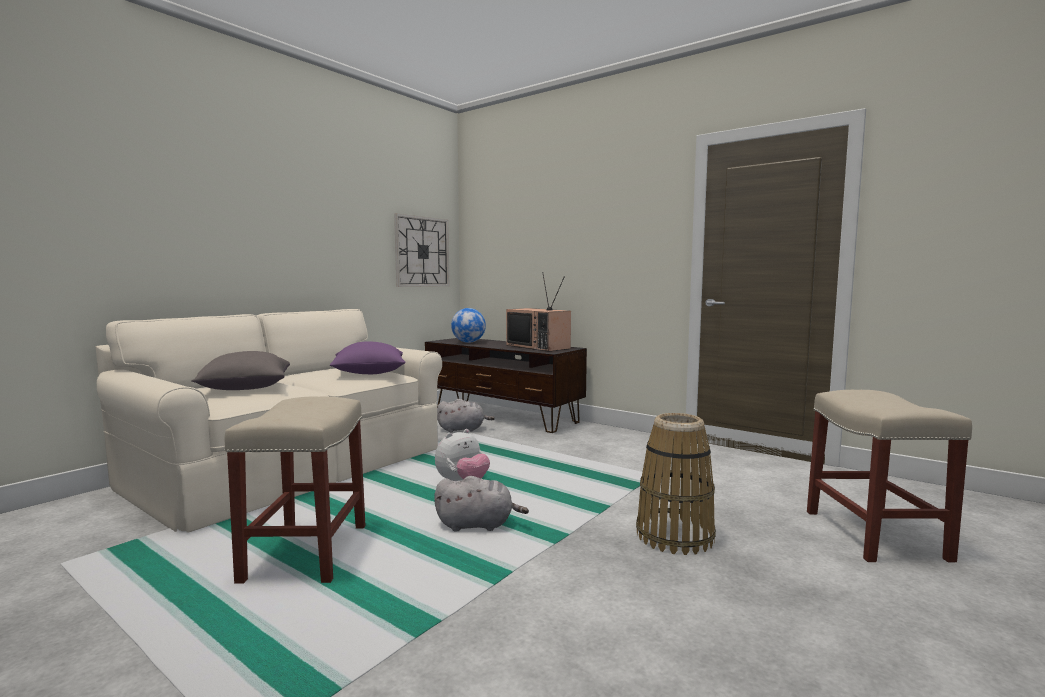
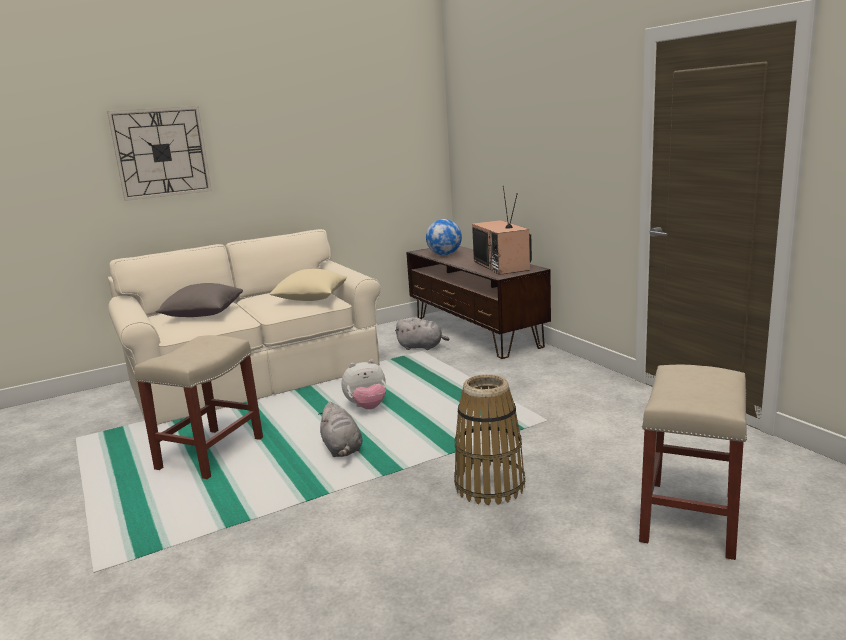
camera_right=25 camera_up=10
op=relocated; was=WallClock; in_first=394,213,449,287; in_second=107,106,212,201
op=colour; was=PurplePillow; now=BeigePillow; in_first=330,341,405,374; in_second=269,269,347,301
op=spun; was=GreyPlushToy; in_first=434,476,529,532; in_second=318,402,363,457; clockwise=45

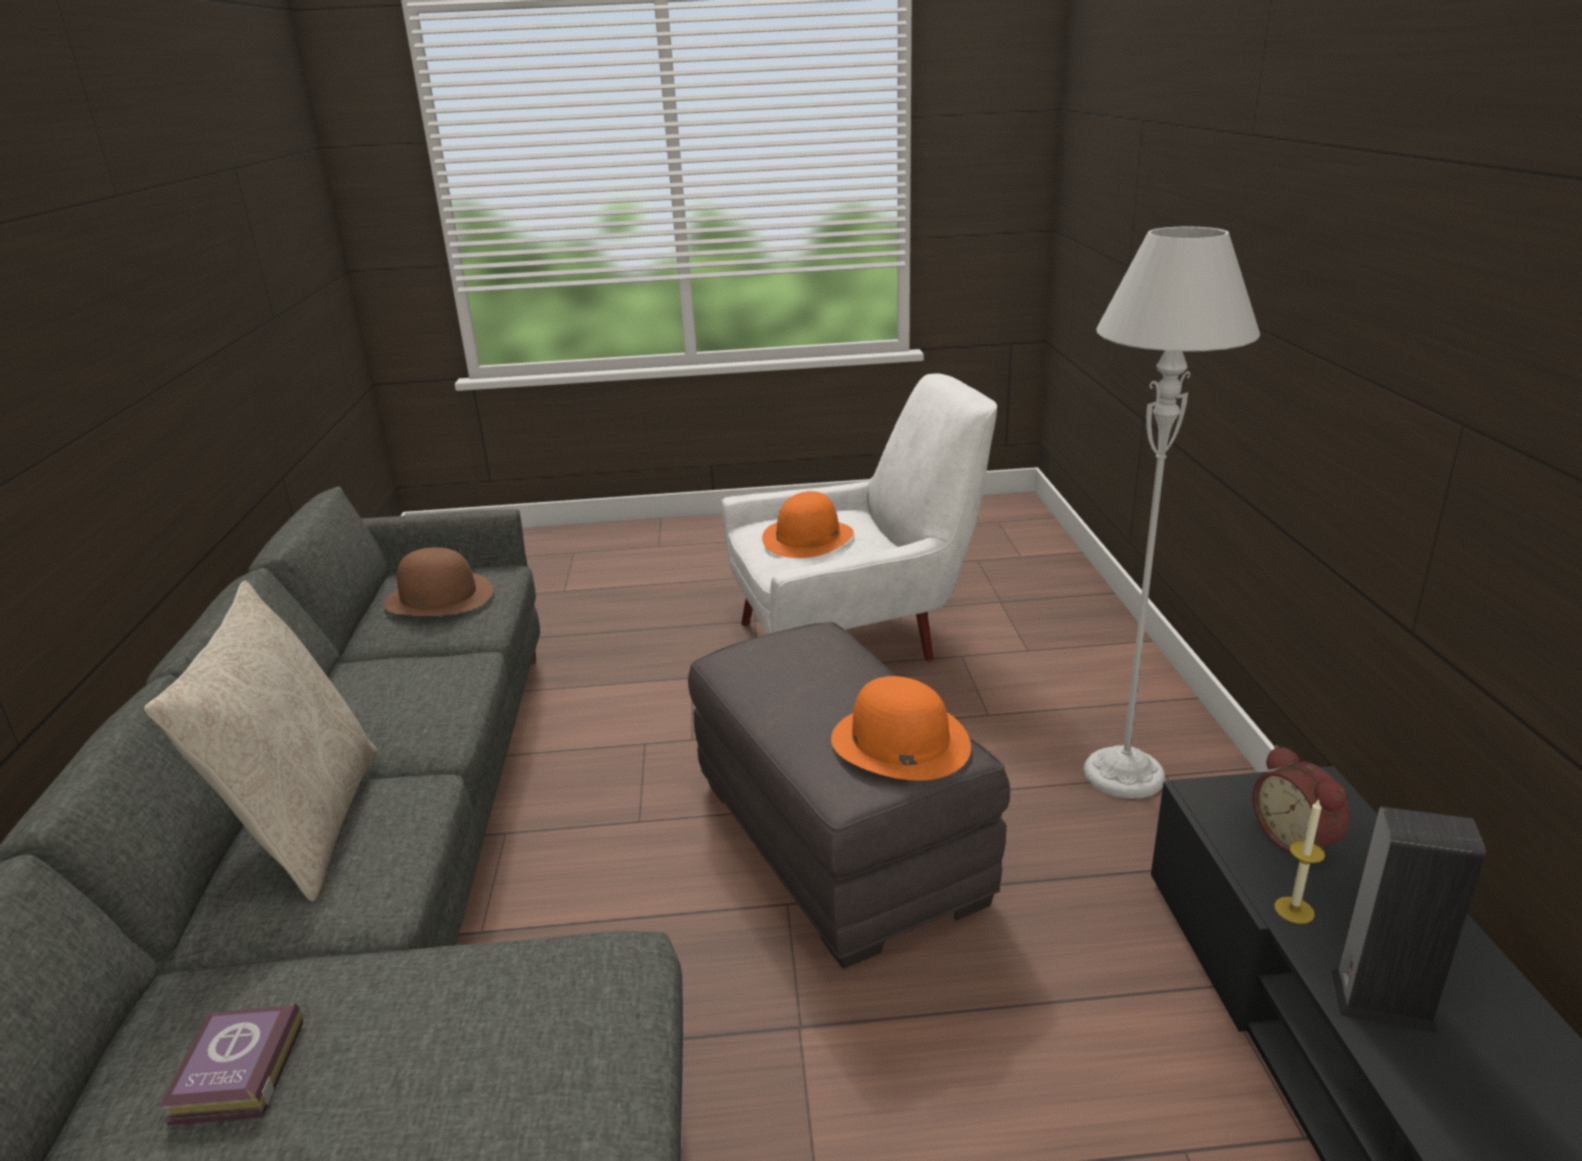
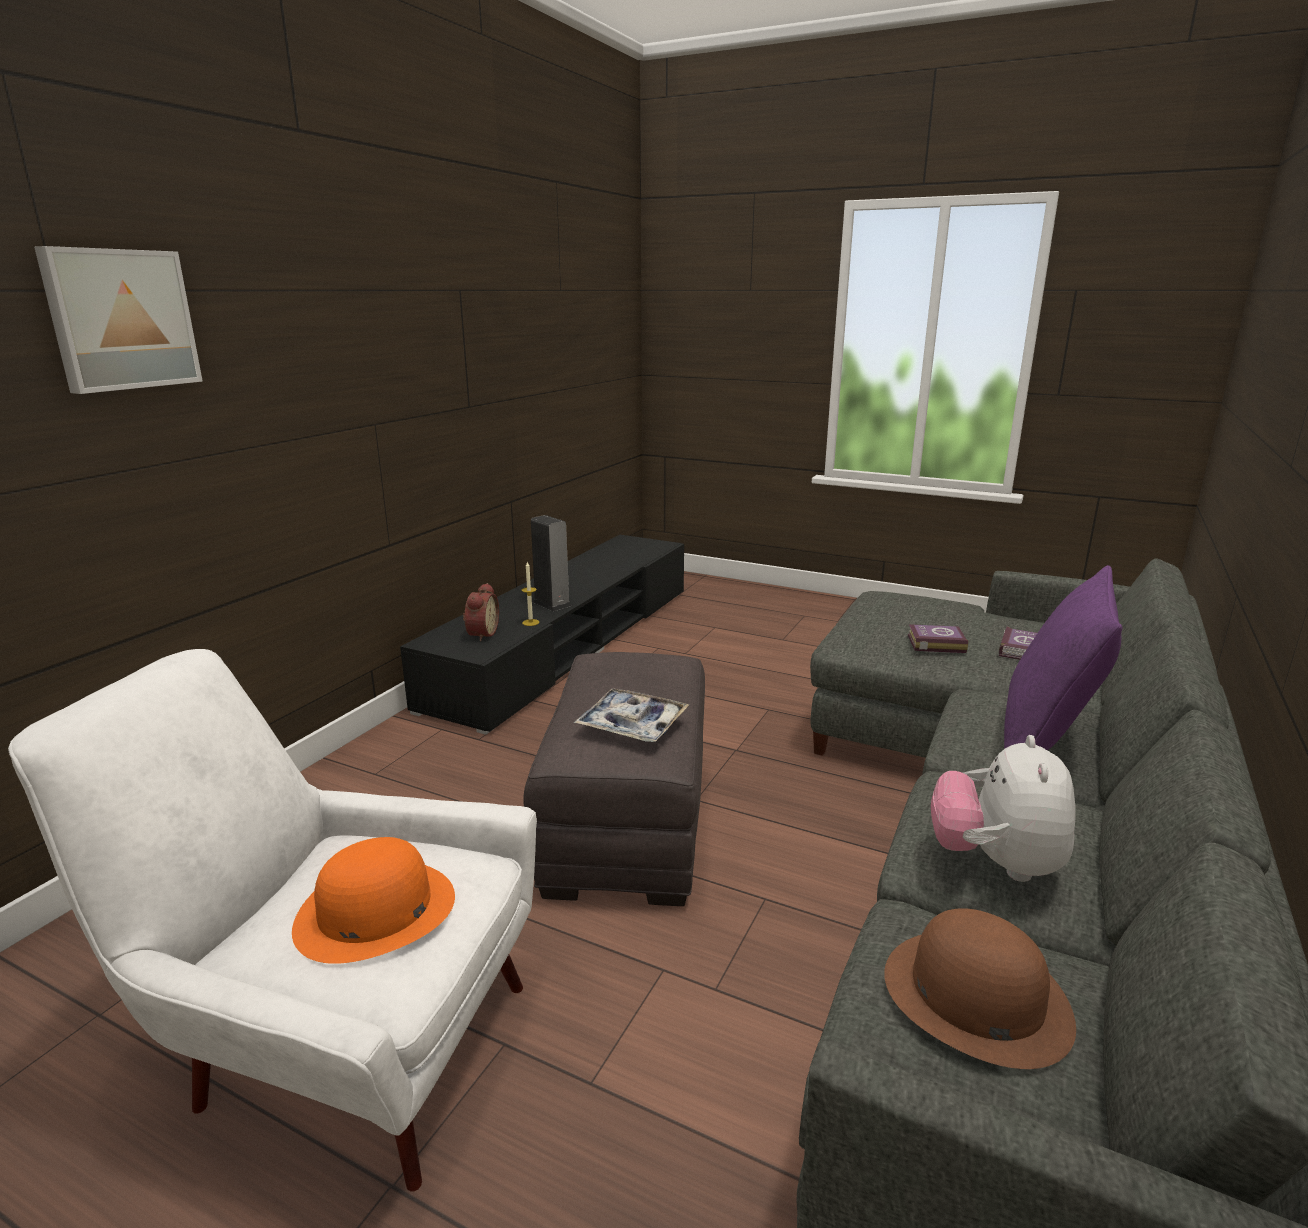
camera_right=-150 camera_up=-5
op=missing; was=OrangeHat; in_first=831,676,971,781
op=missing; was=GreyFloorLamp; in_first=1083,227,1260,799
op=appeared; now=Picture; in_second=34,246,203,394
op=appeared; now=Tray; in_second=574,689,689,742
op=appeared; now=Book; in_second=908,625,968,653
op=appeared; now=PlushToy; in_second=931,735,1076,882
op=colour; was=BeigePillow; now=PurplePillow; in_first=144,581,378,901; in_second=1004,565,1122,751

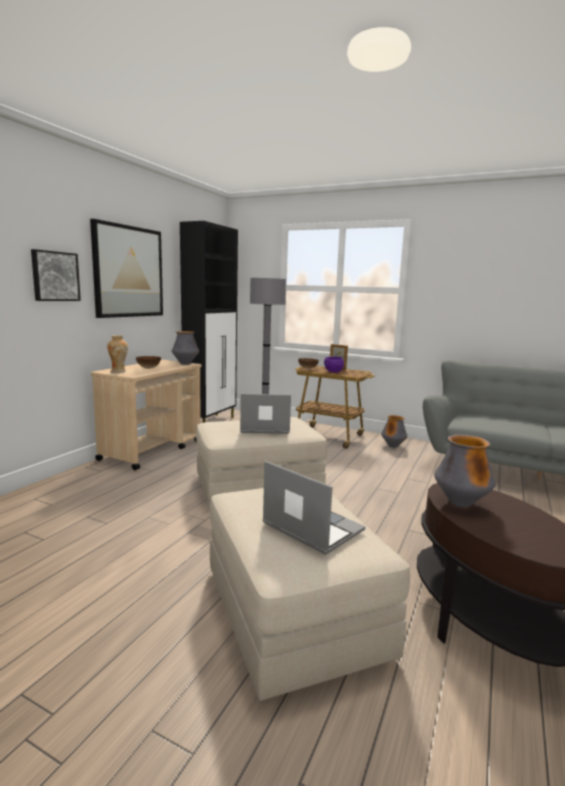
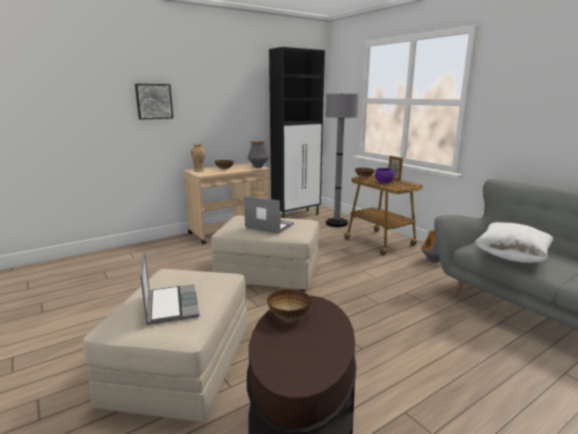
camera_right=30 camera_up=5
op=missing; was=Picture; in_first=90,219,163,318
op=appeared; now=WhitePillow; in_second=474,222,554,263
op=exchanged; was=Vase; now=Bowl; in_first=434,434,495,508; in_second=267,289,311,320

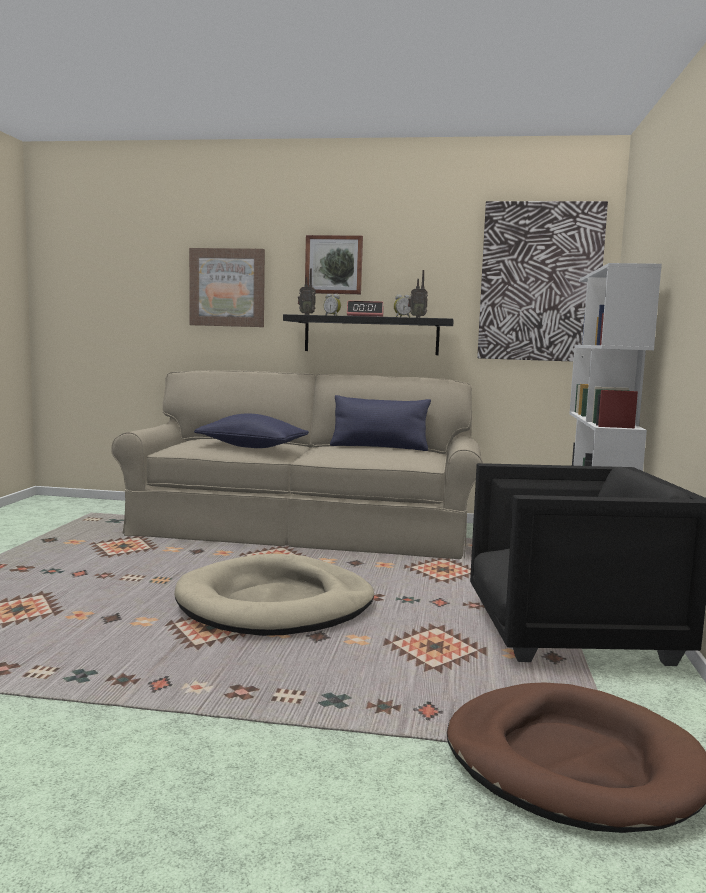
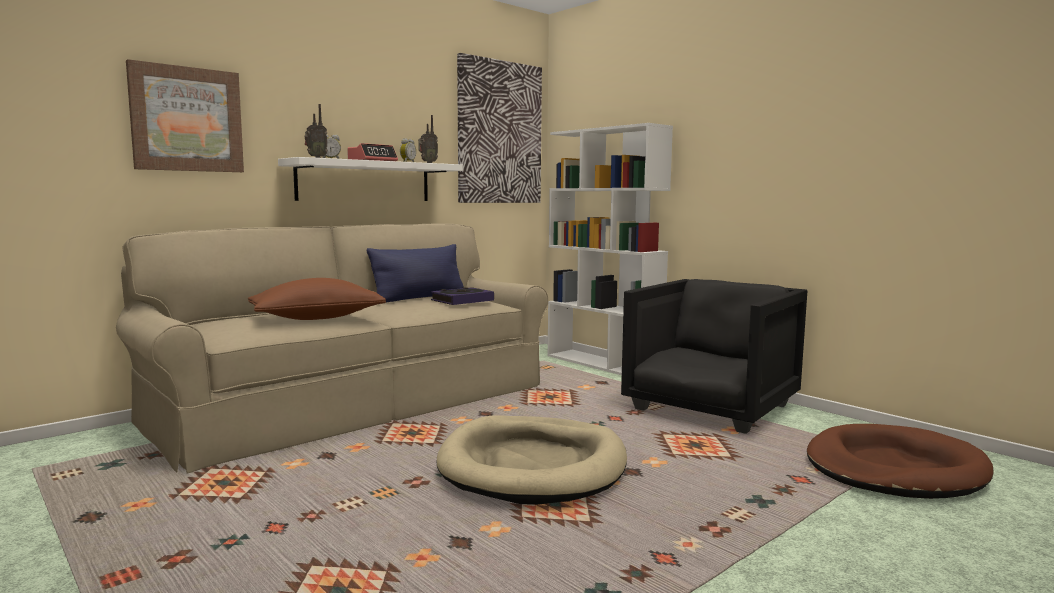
camera_right=-50 camera_up=0
op=missing; was=Picture; in_first=305,235,363,294
op=appeared; now=Book; in_second=431,287,494,305
op=colour; was=BluePillow; now=BrownPillow; in_first=194,413,309,448; in_second=248,278,386,320
op=colour; was=BlackShelf; now=WhiteShelf; in_first=283,314,454,355; in_second=278,157,463,201

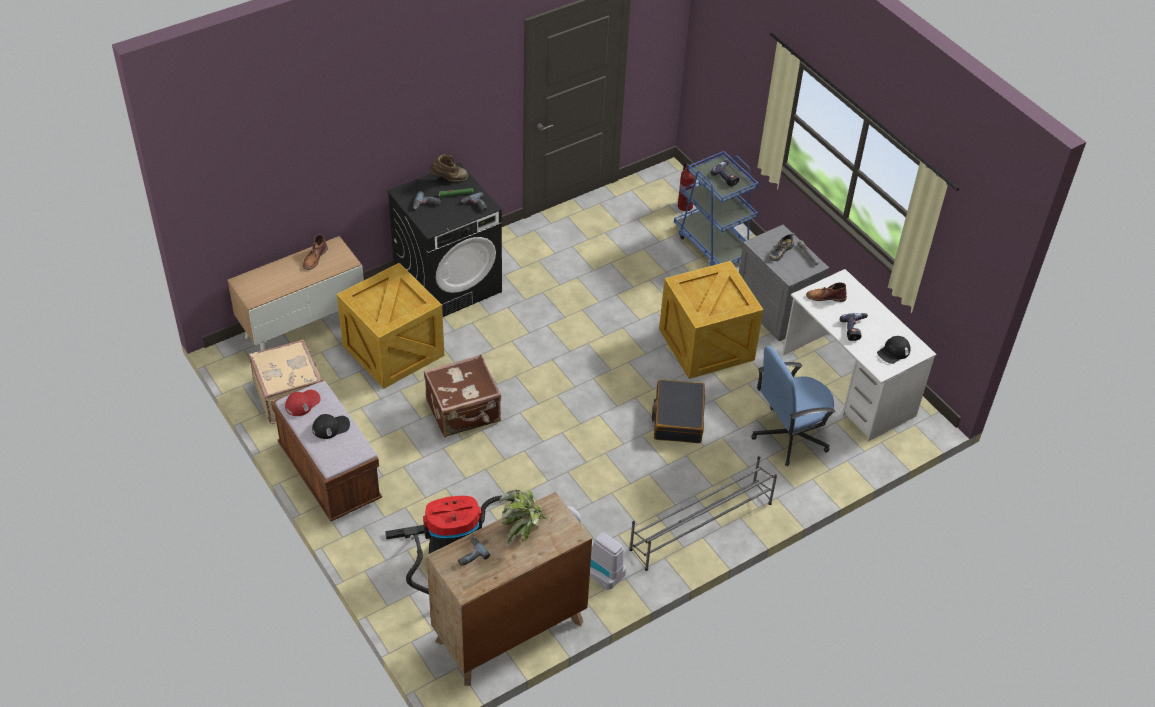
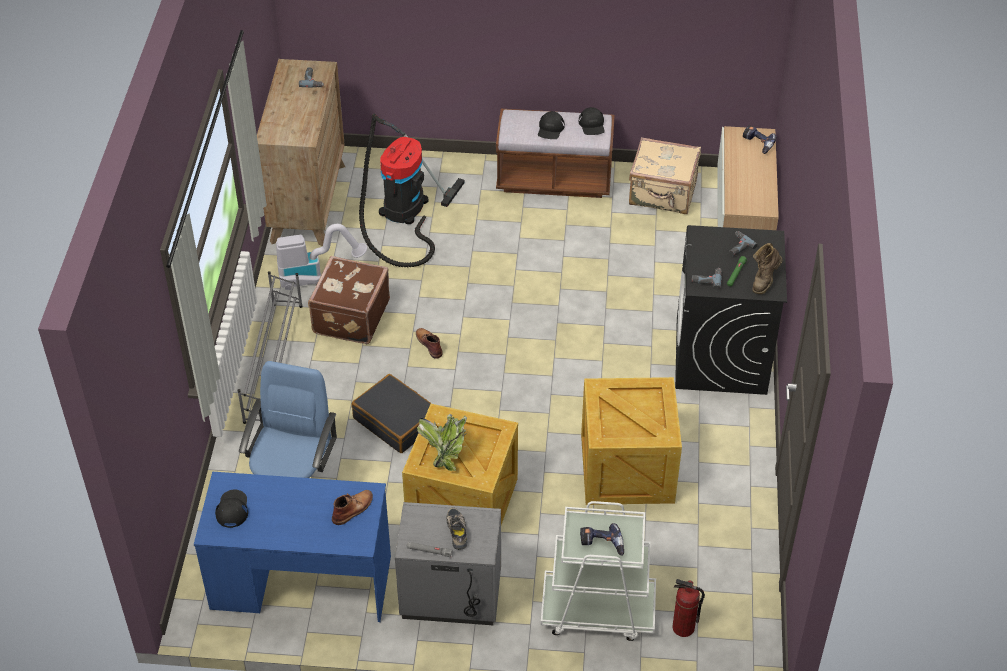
camera_right=130 camera_up=0
op=relocated; was=BrownBoot; in_first=303,234,328,270; in_second=416,328,443,359
op=relocated; was=Crate; in_first=337,263,444,389; in_second=581,377,682,505
op=relocated; was=BrownSuitcase; in_first=424,355,501,437; in_second=308,256,390,344
op=relocated; was=PottedPlant; in_first=499,490,548,544; in_second=417,414,467,471
op=relocated; was=PowerDrill; in_first=840,313,868,341; in_second=743,125,777,154
op=colour; was=RedCap; now=BlackCap; in_first=285,390,321,416; in_second=579,107,605,135
op=colour; was=BlueCart; now=WhiteCart; in_first=674,151,758,266; in_second=541,501,656,641
op=colour; was=WhiteDesk; now=BlueDesk; in_first=782,269,936,442; in_second=194,472,391,622

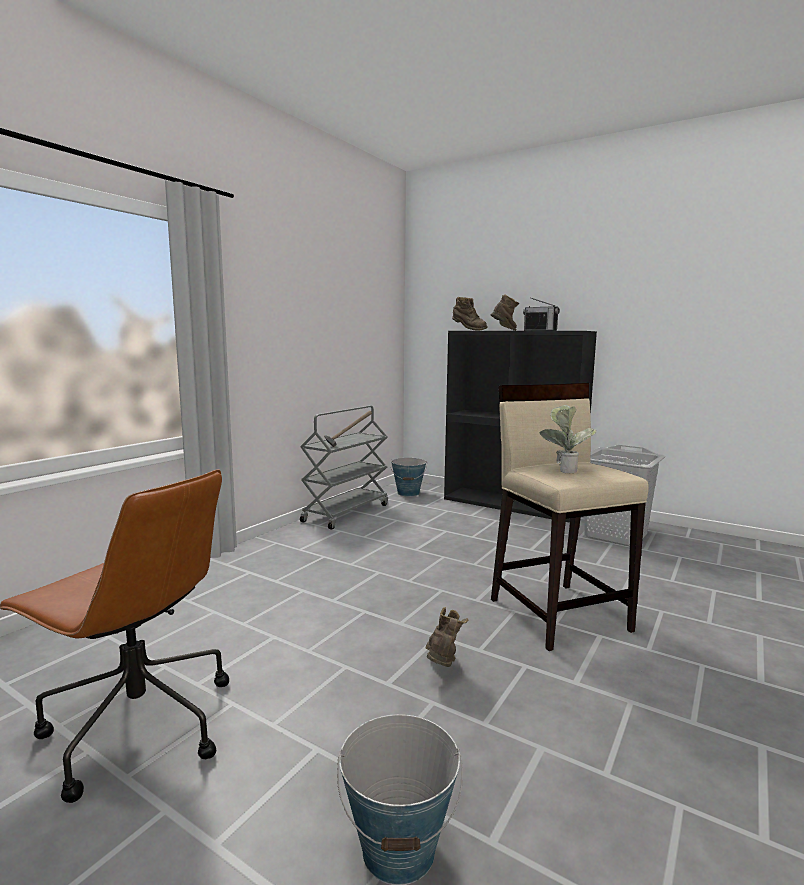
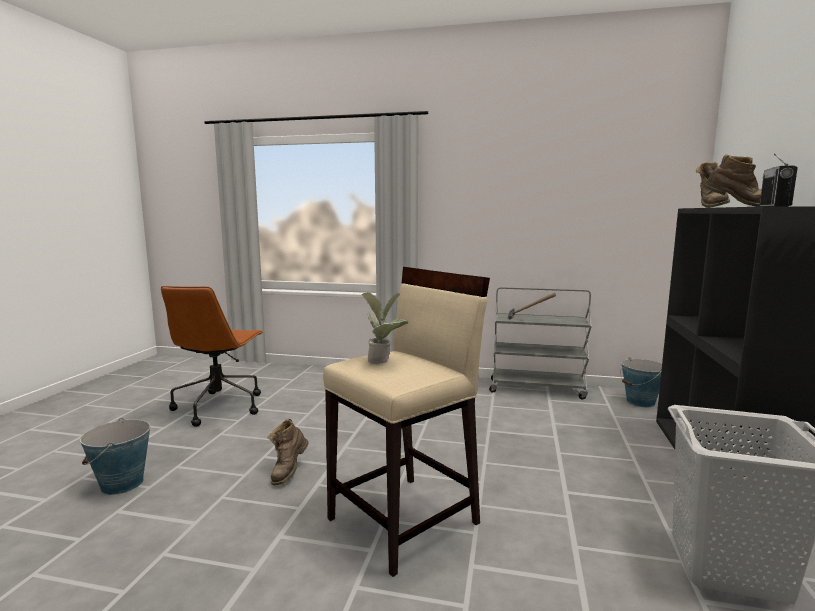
camera_right=70 camera_up=0
op=spun; was=BrownBoot; in_first=426,607,468,667; in_second=268,419,309,485; clockwise=120

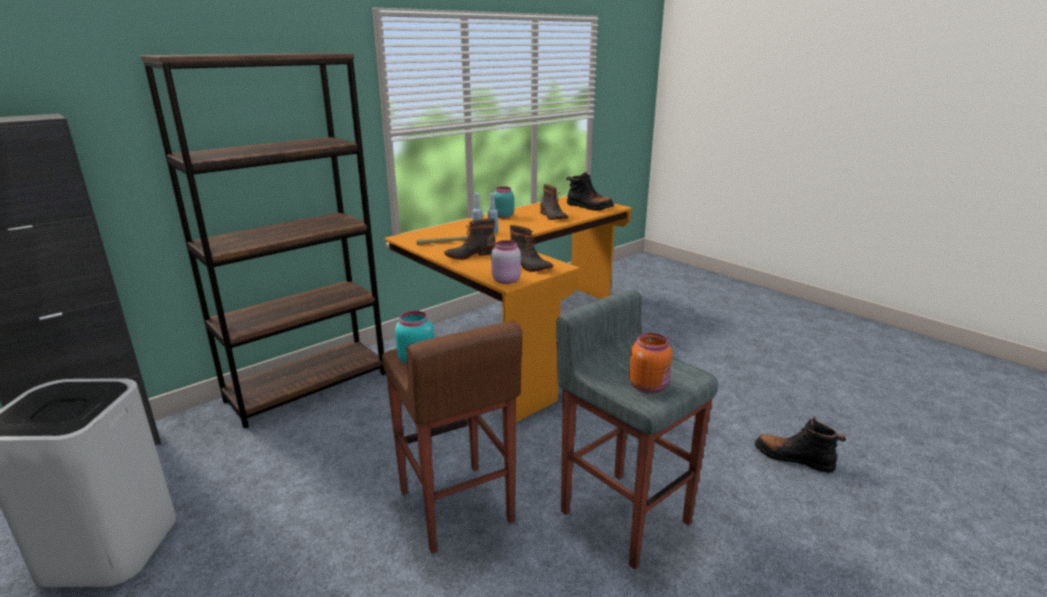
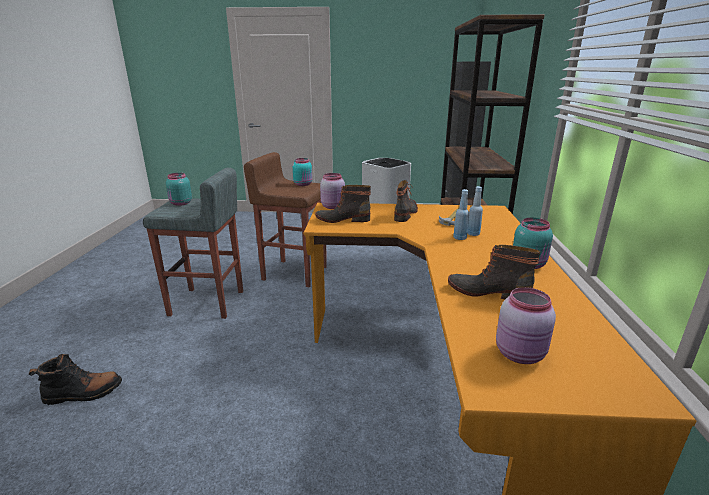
camera_right=135 camera_up=0
op=exchanged; was=BlackBoot; now=PinkJar; in_first=566,172,614,211; in_second=496,287,556,364
op=colour; was=OrangeJar; now=TurquoiseJar; in_first=629,333,672,393; in_second=166,173,192,206

